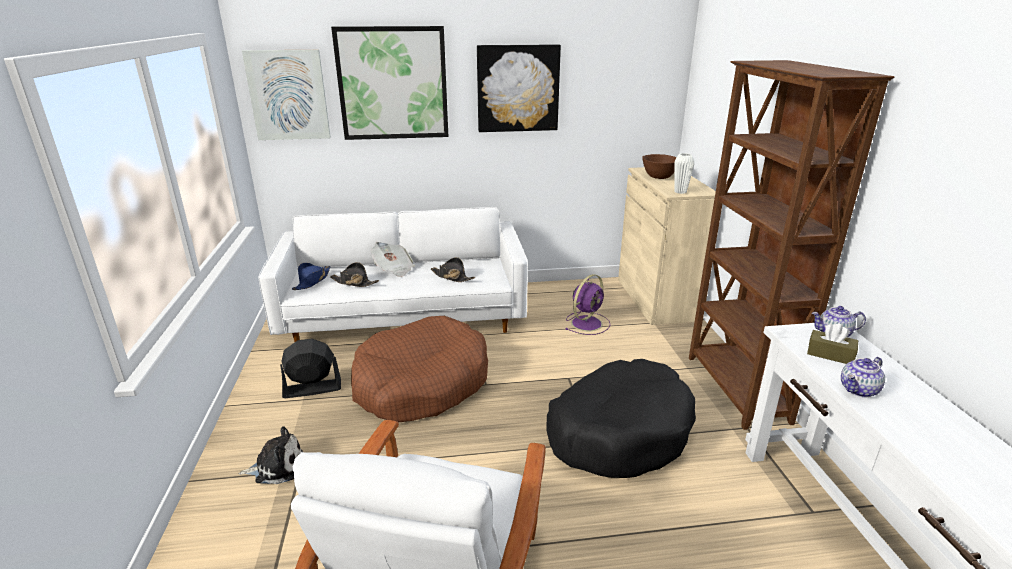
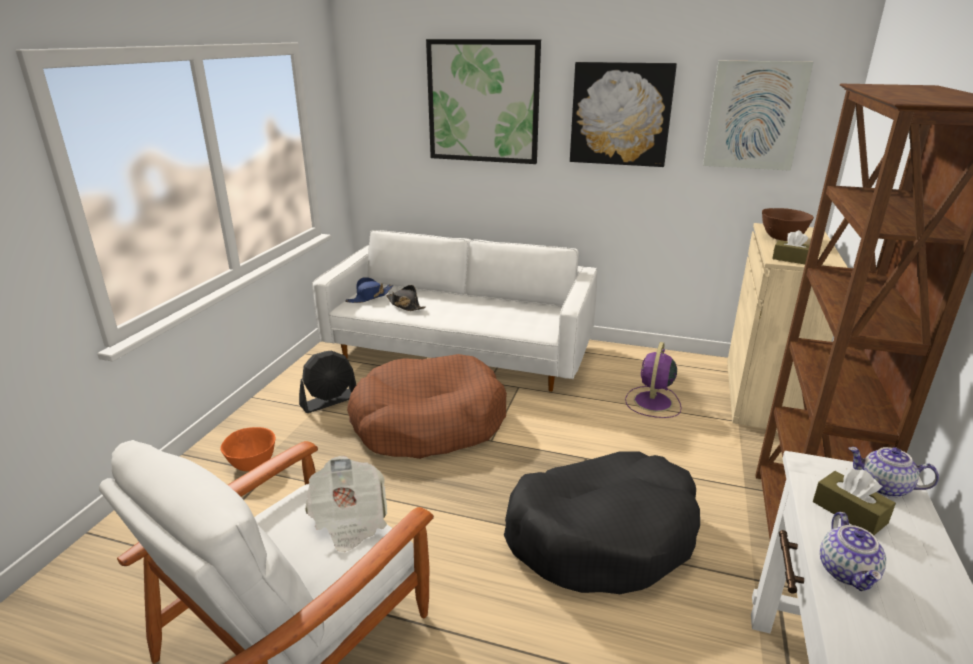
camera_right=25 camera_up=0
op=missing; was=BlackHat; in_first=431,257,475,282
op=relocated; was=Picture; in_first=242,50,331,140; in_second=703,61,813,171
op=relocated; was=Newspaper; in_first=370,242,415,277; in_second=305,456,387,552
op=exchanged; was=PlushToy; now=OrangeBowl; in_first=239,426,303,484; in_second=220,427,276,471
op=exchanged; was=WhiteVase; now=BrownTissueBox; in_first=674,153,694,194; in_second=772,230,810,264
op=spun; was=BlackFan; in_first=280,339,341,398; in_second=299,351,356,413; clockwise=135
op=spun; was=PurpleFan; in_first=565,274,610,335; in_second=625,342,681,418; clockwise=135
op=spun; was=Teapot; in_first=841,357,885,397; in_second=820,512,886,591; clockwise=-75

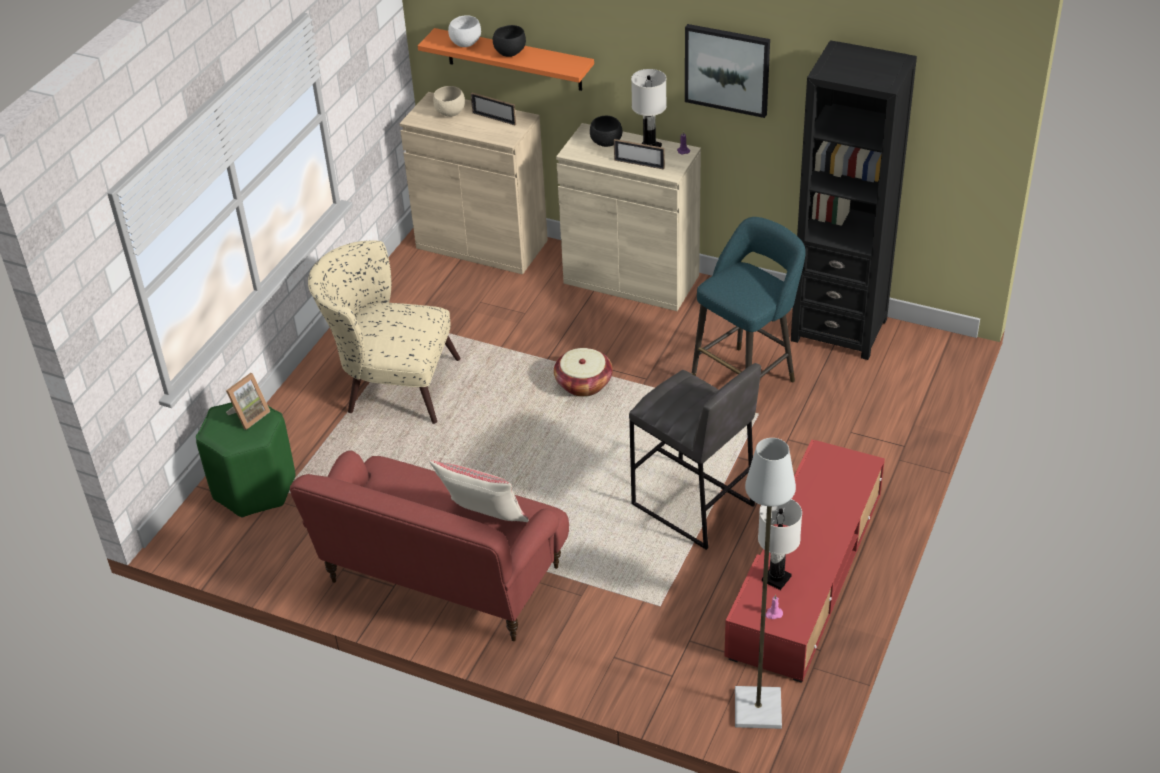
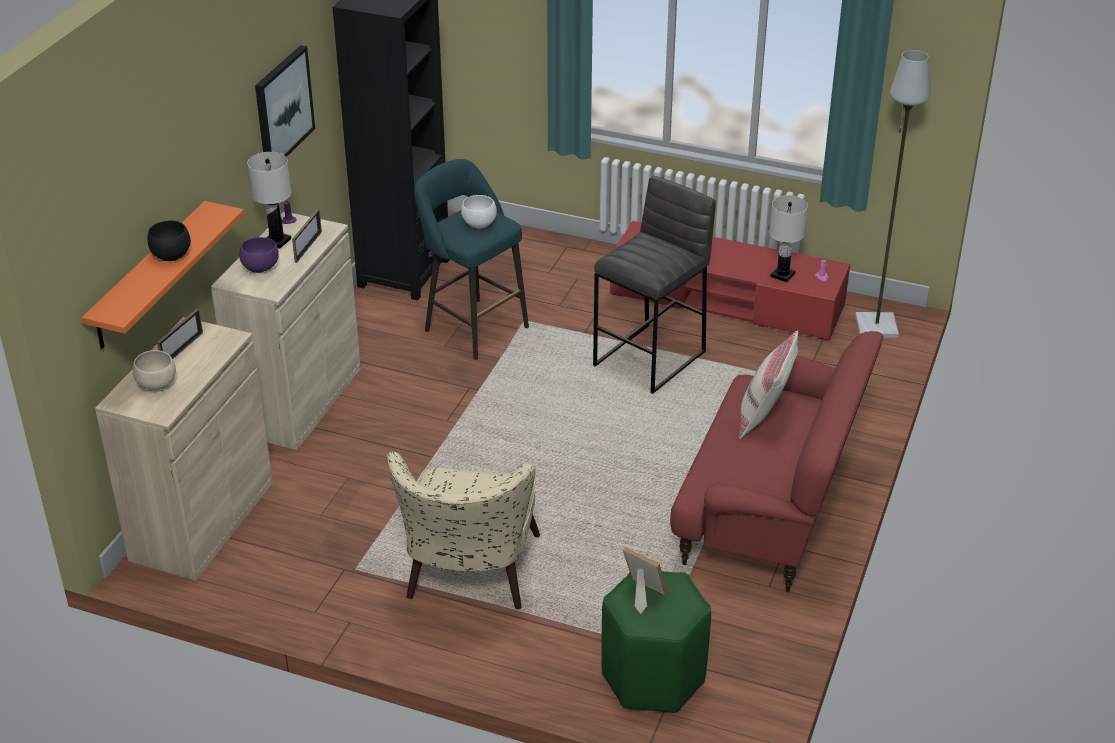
camera_right=-95 camera_up=-5
op=missing; was=Basket; in_first=554,348,613,397
op=relocated; was=WhiteBowl; in_first=448,15,481,47; in_second=461,195,497,229
op=colour; was=BlackBowl; now=PurpleBowl; in_first=590,116,622,147; in_second=239,237,279,273

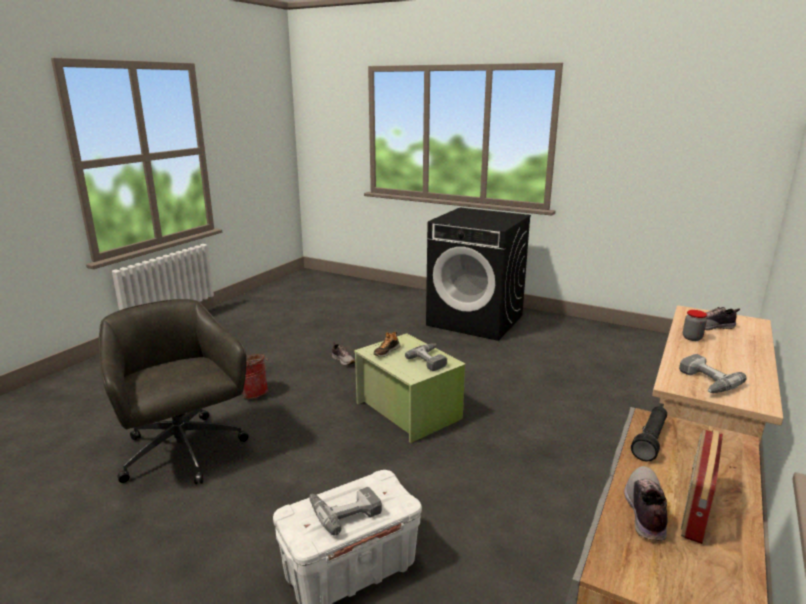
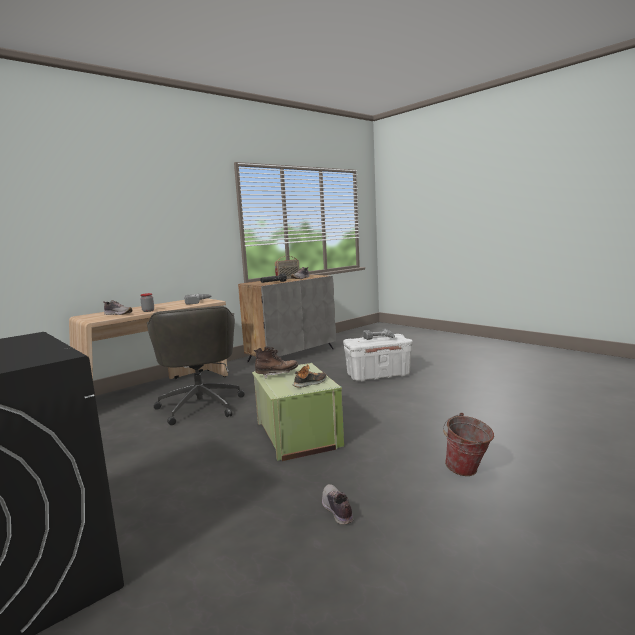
camera_right=-160 camera_up=-10
op=relocated; was=GreyOfficeChair; in_first=99,299,249,484; in_second=147,306,244,425
op=exchanged; was=PowerDrill; now=BrownBoot; in_first=405,343,447,371; in_second=254,346,298,378

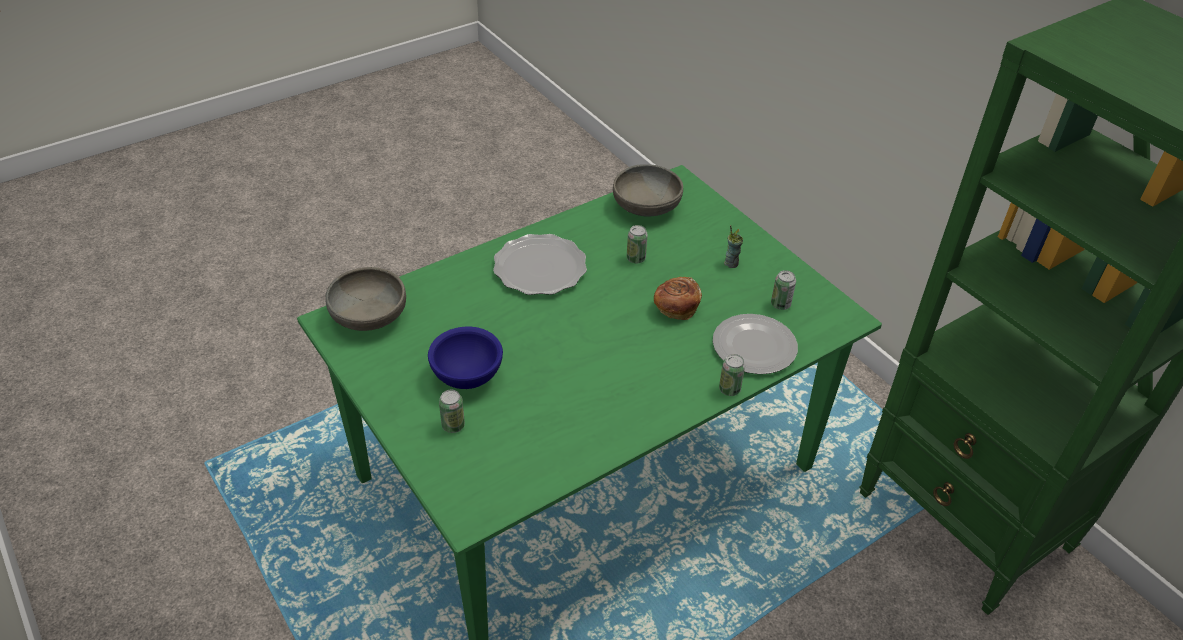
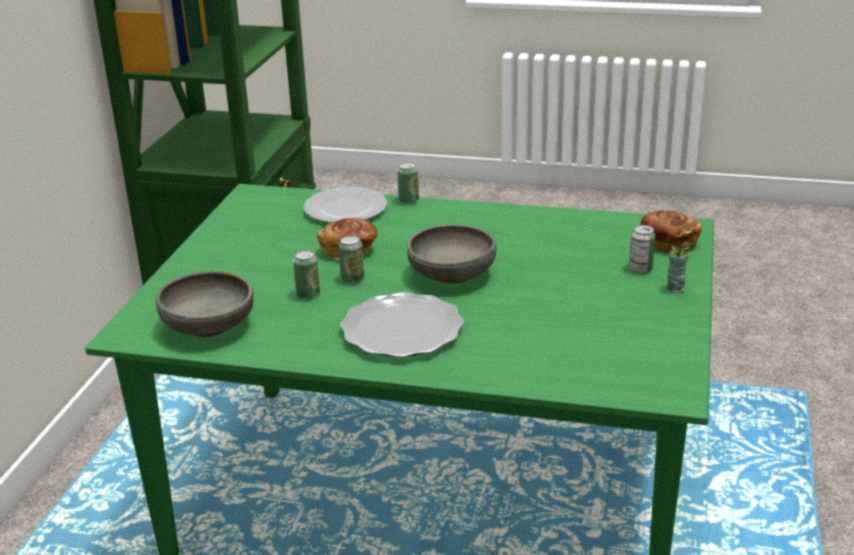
camera_right=-130 camera_up=-15
op=missing; was=BlueBowl; in_first=428,327,503,389
op=appeared; now=Bread; in_second=640,211,702,252
op=relocated; was=GreyBowl; in_first=325,267,406,331; in_second=407,224,497,284
op=relocated; was=Cup; in_first=724,225,743,268; in_second=667,244,690,293
op=relocated; was=Can; in_first=771,270,796,310; in_second=339,235,364,284

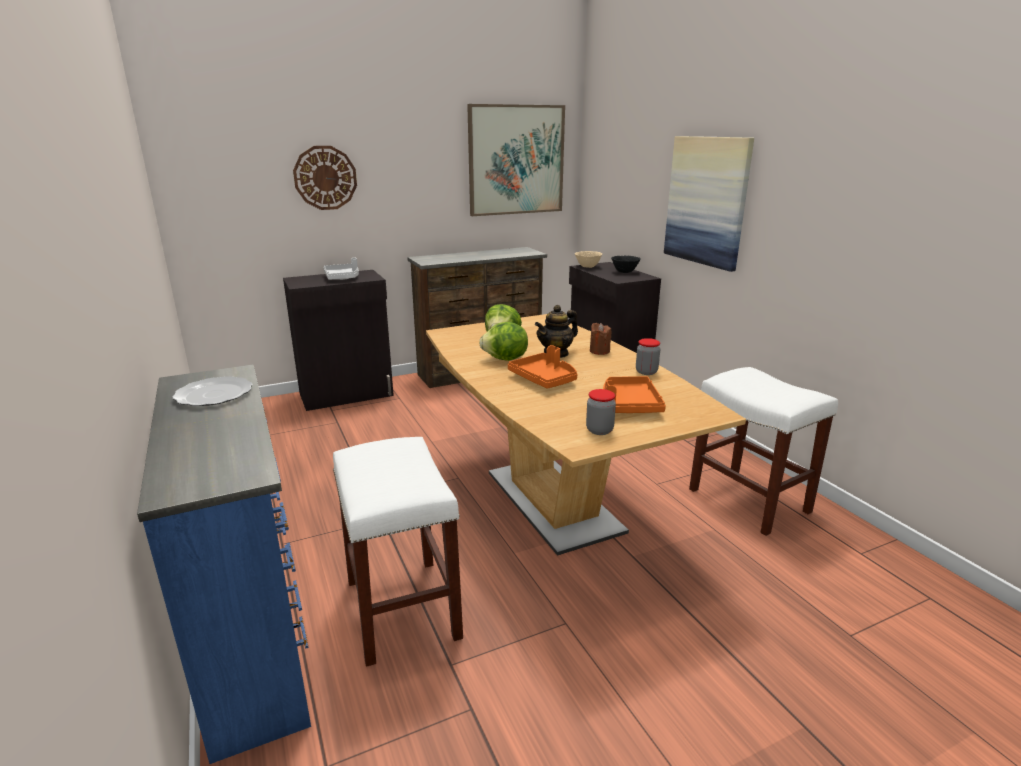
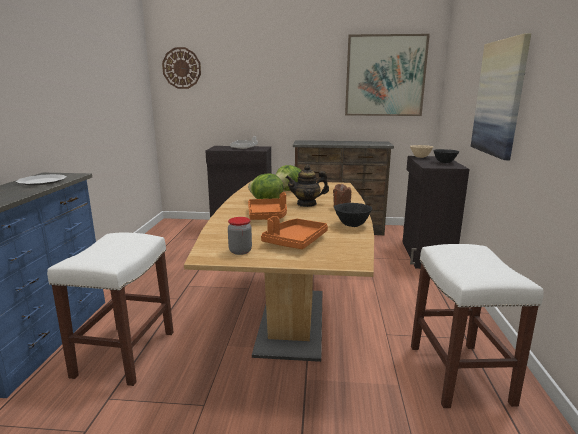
camera_right=30 camera_up=-5
op=relocated; was=WallClock; in_first=293,146,357,210; in_second=162,47,201,89
op=exchanged; was=Jar; now=BlackBowl; in_first=636,338,660,375; in_second=334,203,372,227

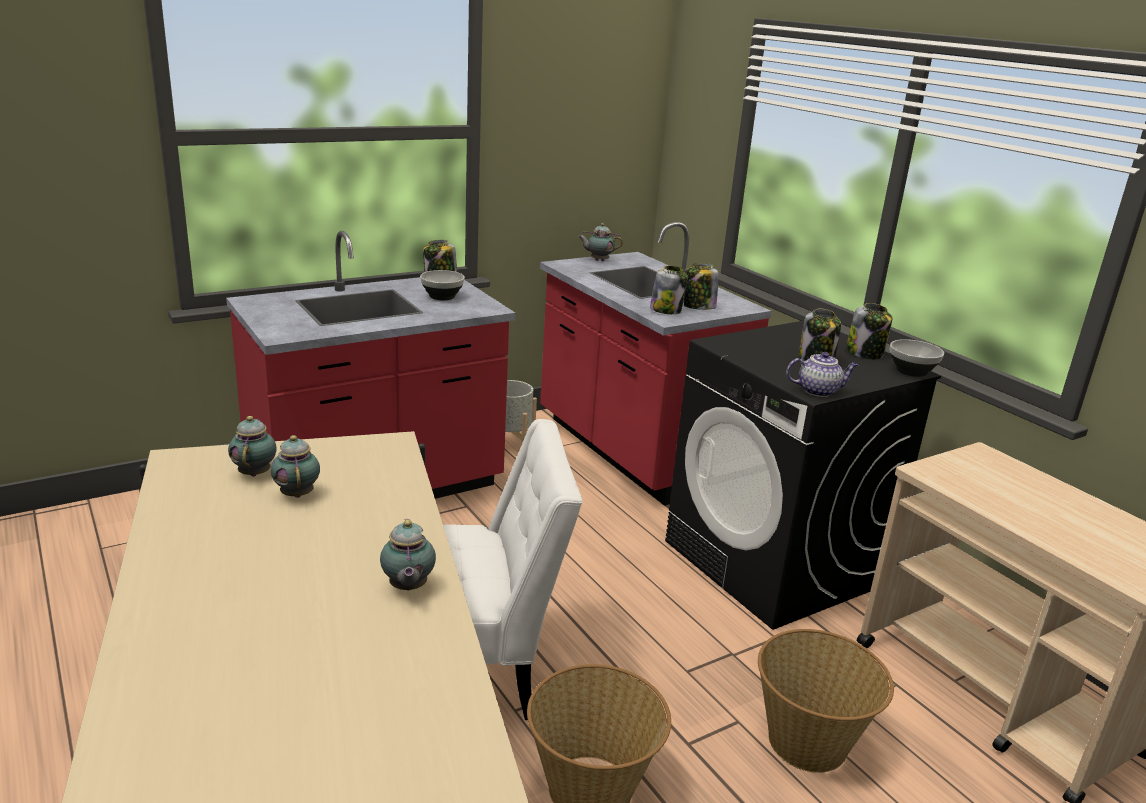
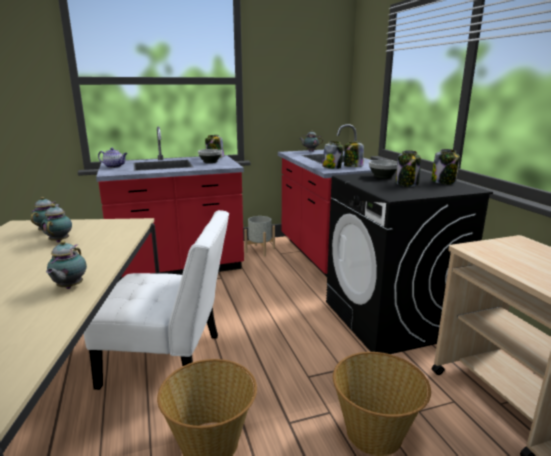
camera_right=15 camera_up=-5
op=relocated; was=Teapot; in_first=786,352,858,397; in_second=98,148,127,168
op=relocated; was=Bowl; in_first=890,339,944,377; in_second=369,160,397,179

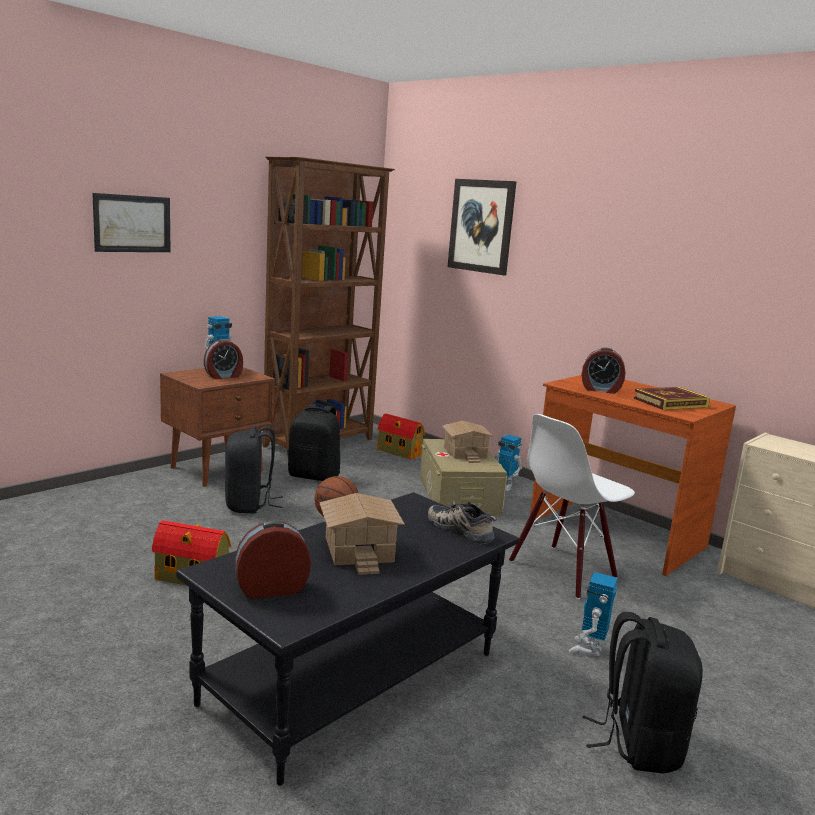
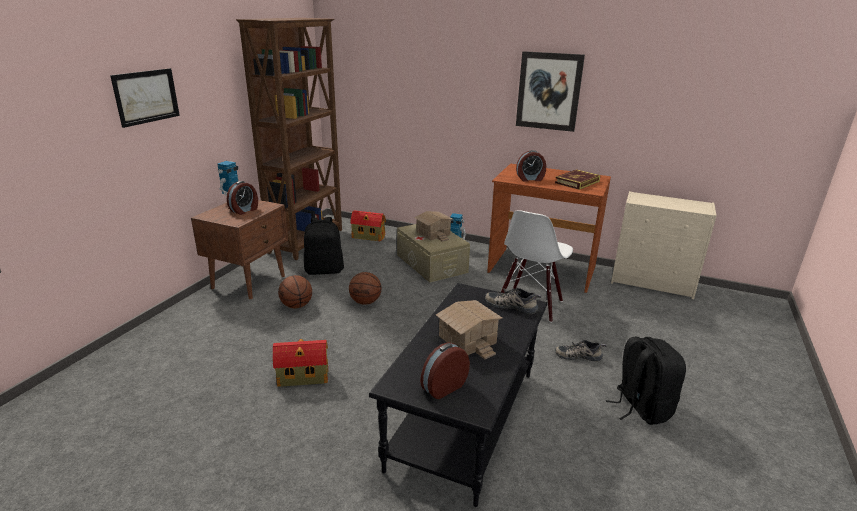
camera_right=-20 camera_up=10
op=relocated; was=Picture; in_first=448,179,516,275; in_second=516,51,585,132
op=exchanged; was=BlackBackpack; now=Basketball; in_first=225,426,283,513; in_second=278,275,312,308
op=exchanged; was=ToyRobot; now=Shoe; in_first=569,572,618,656; in_second=555,340,606,362

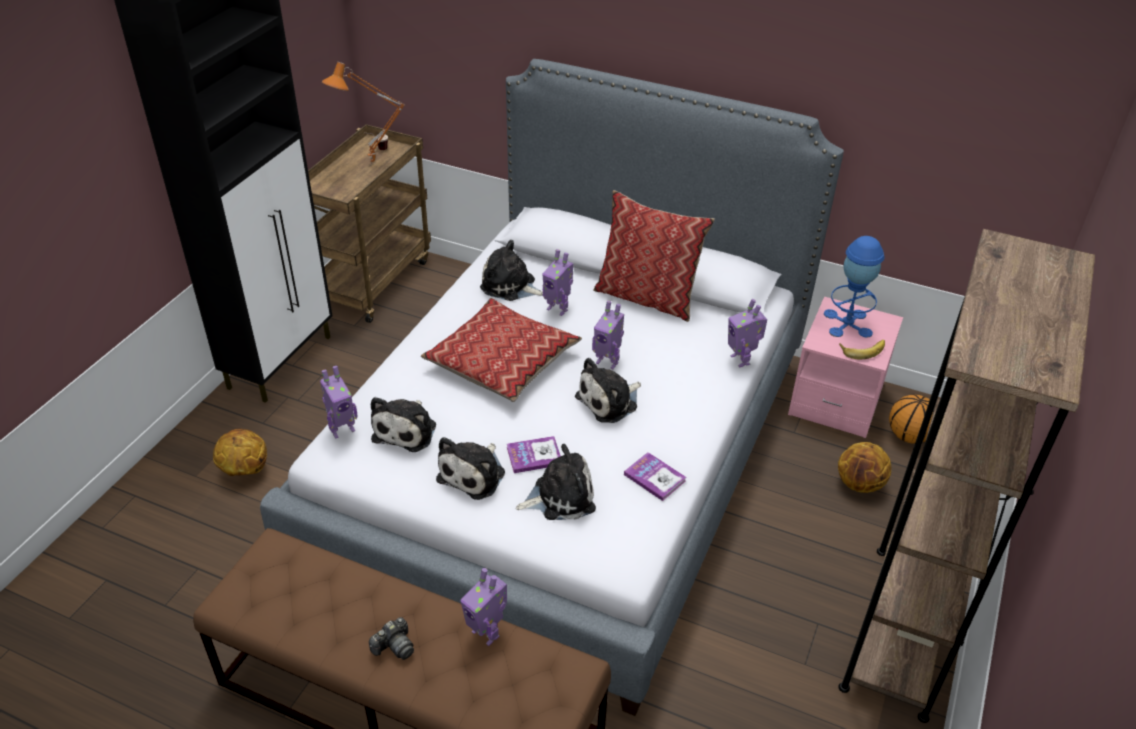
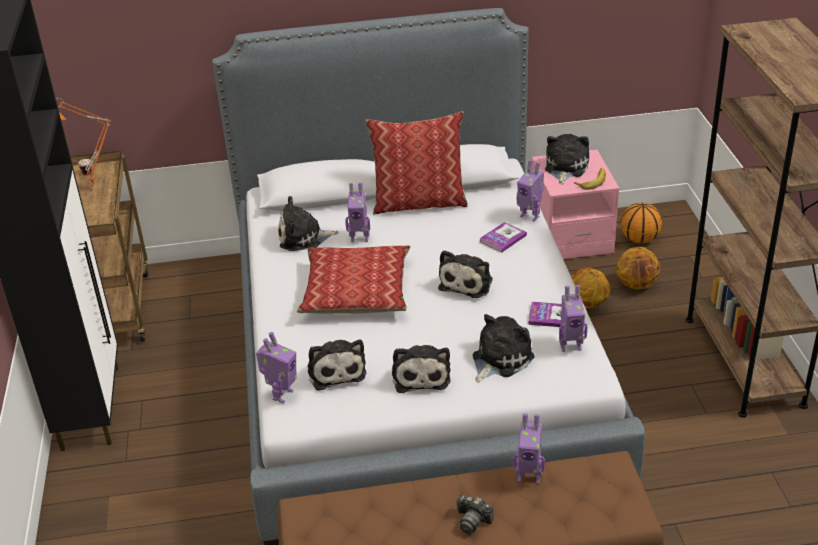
camera_right=-30 camera_up=-5
op=relocated; was=Basketball; in_first=213,429,267,476; in_second=571,267,610,309
op=relocated; was=Book; in_first=507,436,561,473; in_second=479,222,527,253
op=relocated; was=ToyRobot; in_first=592,301,624,370; in_second=559,285,588,352
op=exchanged; was=BlueTableLamp; now=PlushToy; in_first=824,236,884,337; in_second=545,134,589,184
op=spun; was=PhotoCamera; in_first=369,617,414,660; in_second=456,495,494,533; clockwise=105

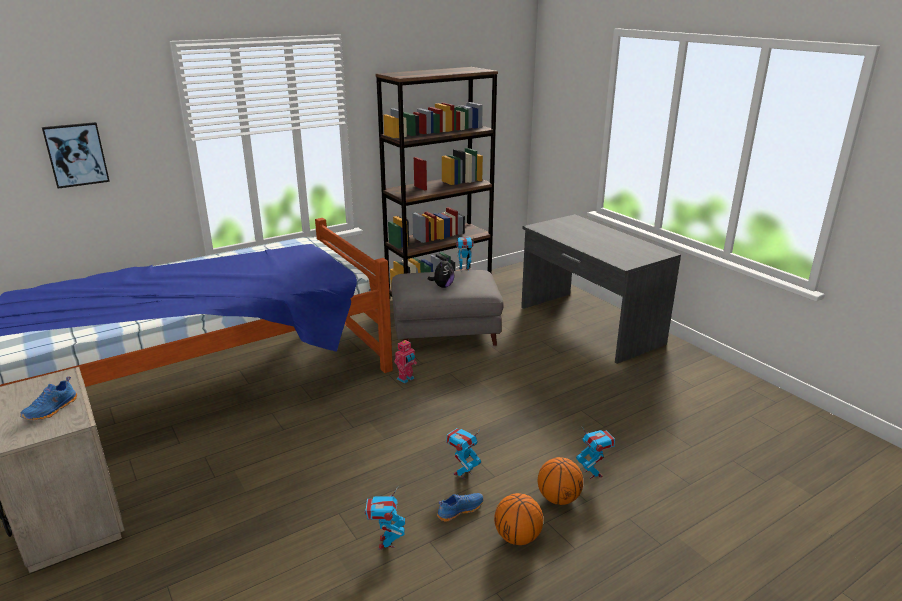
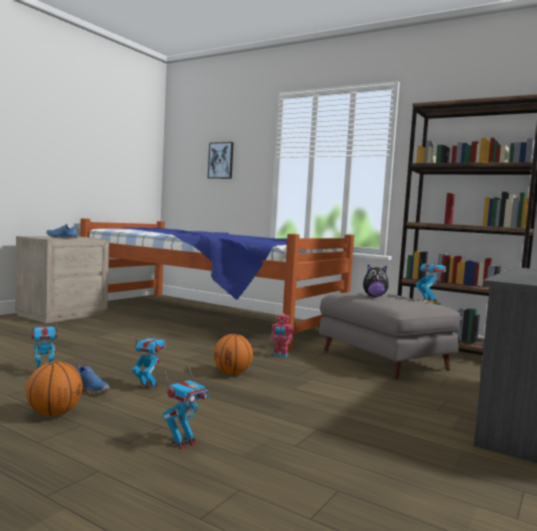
camera_right=65 camera_up=-20
op=relocated; was=Basketball; in_first=538,457,583,505; in_second=213,334,253,375

